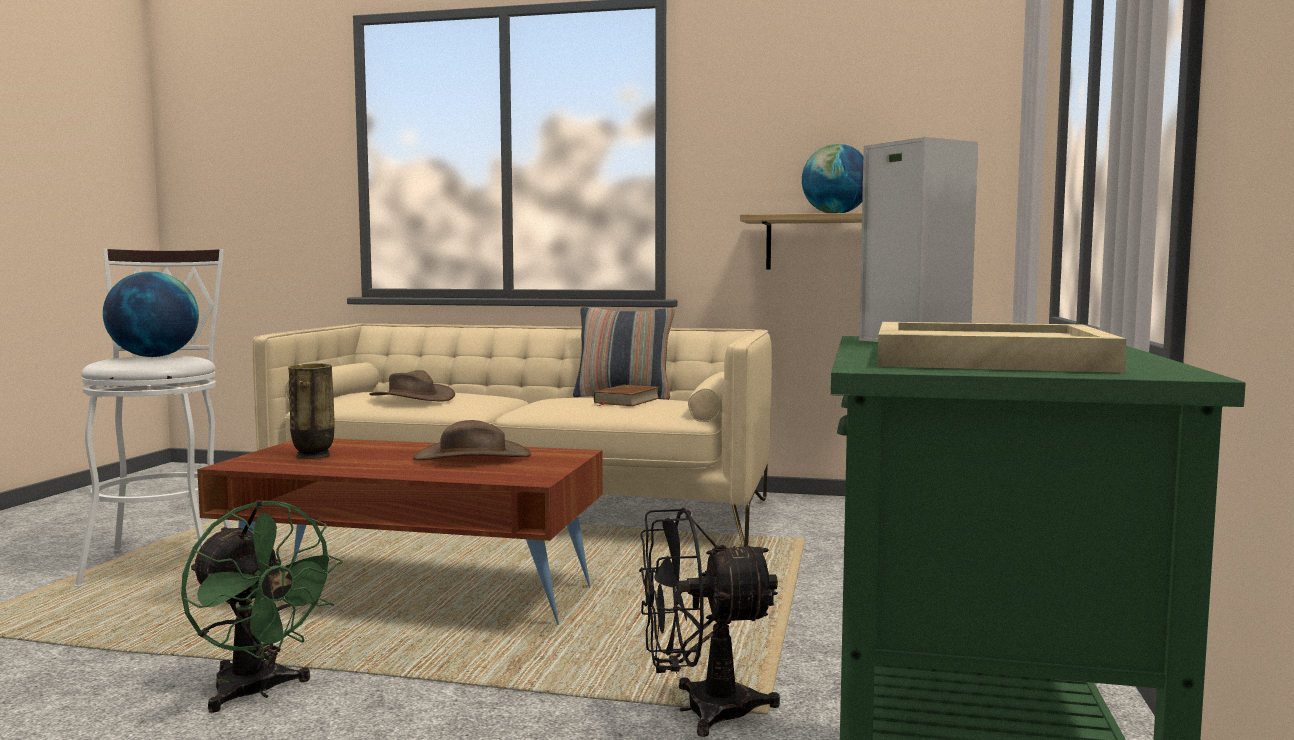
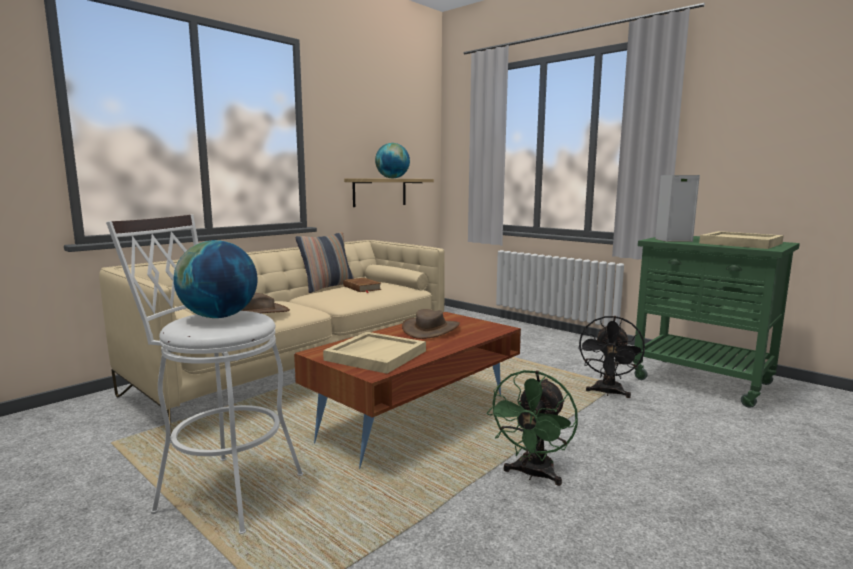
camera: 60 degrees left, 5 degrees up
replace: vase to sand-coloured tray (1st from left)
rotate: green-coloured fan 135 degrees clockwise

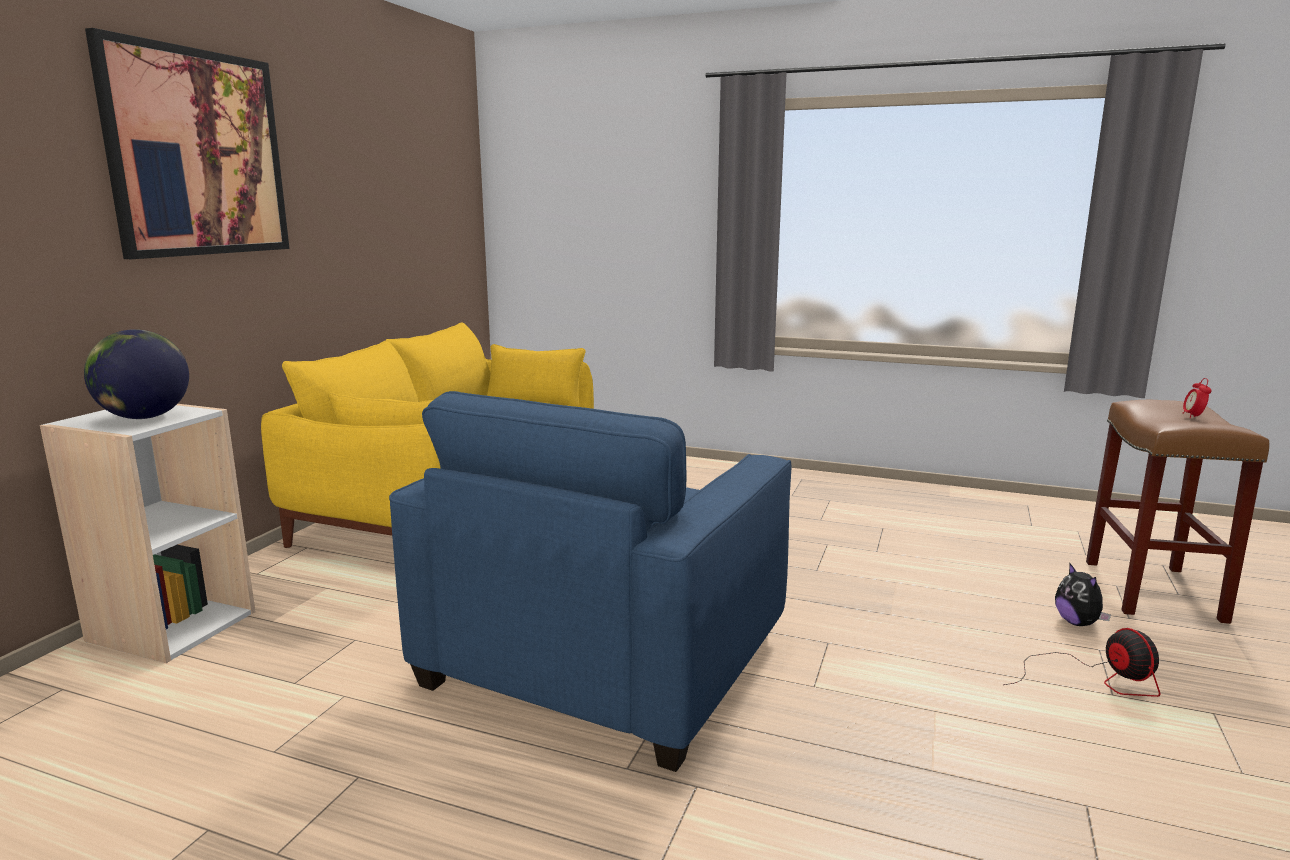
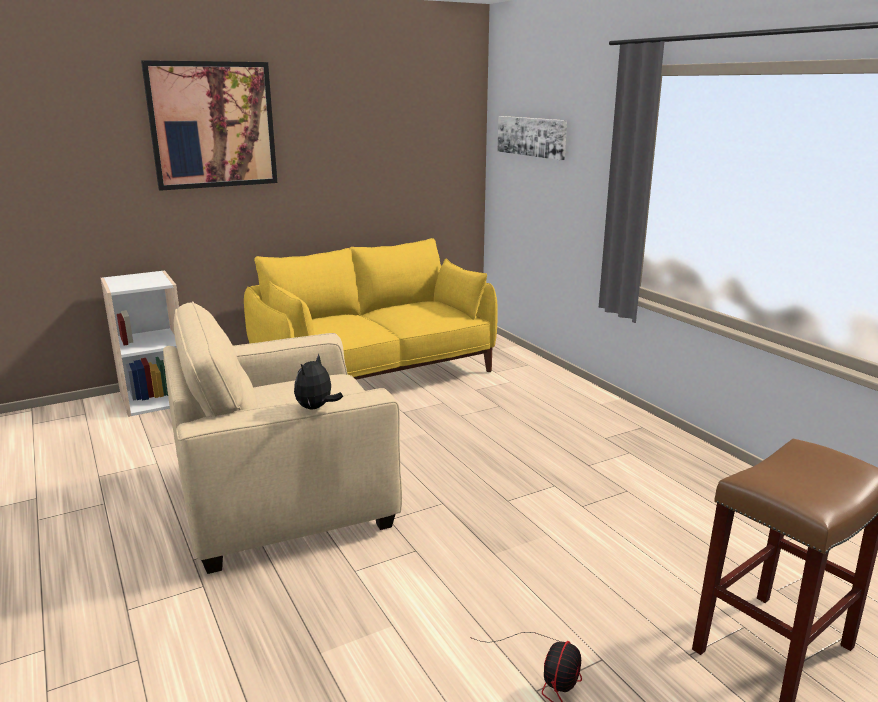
camera: 40 degrees right, 5 degrees up
delete: desk globe; bedside clock
insert: wall picture (2nd from left)
move: cuddly toy
recolor: bluish armchair to sand-coloured armchair

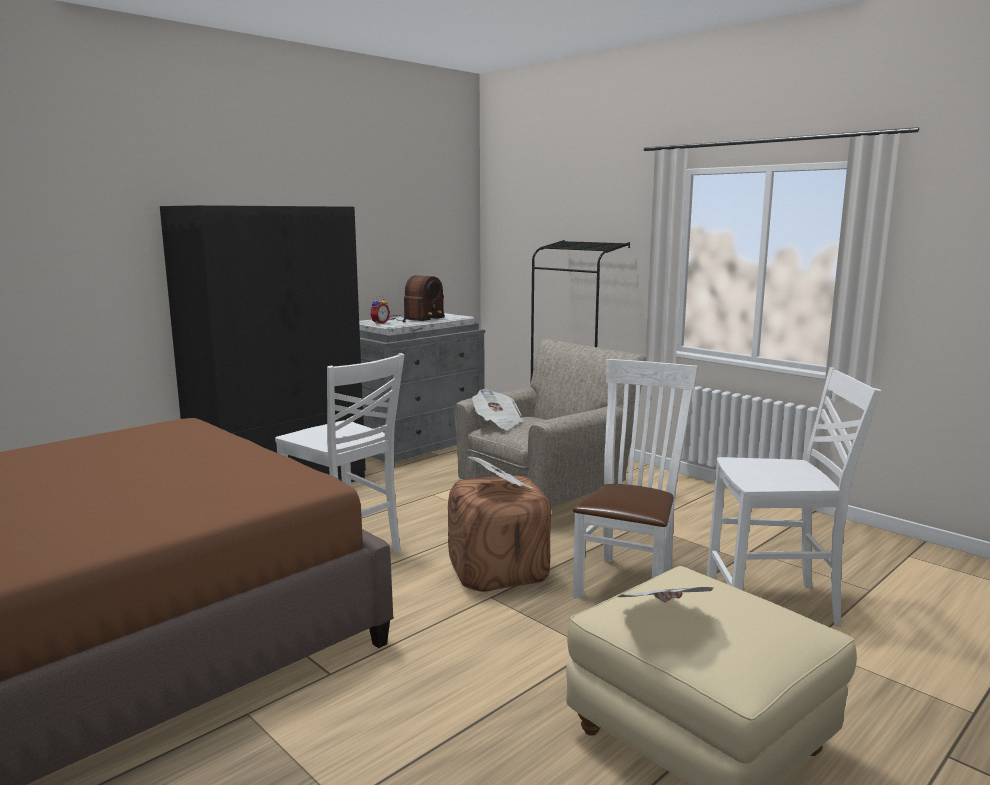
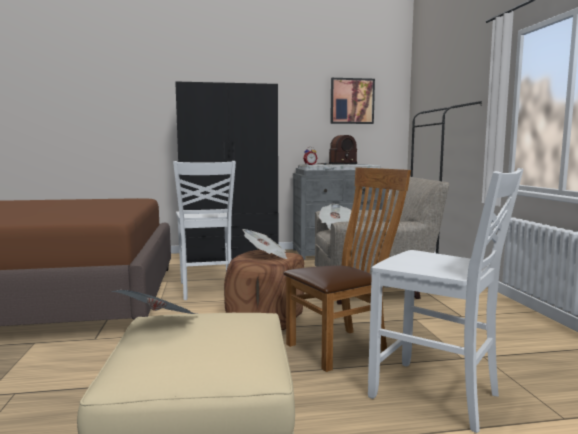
camera: 35 degrees right, 5 degrees down
insert: wall picture
recolor: whitish plain chair (2nd from left) to brown-coloured plain chair

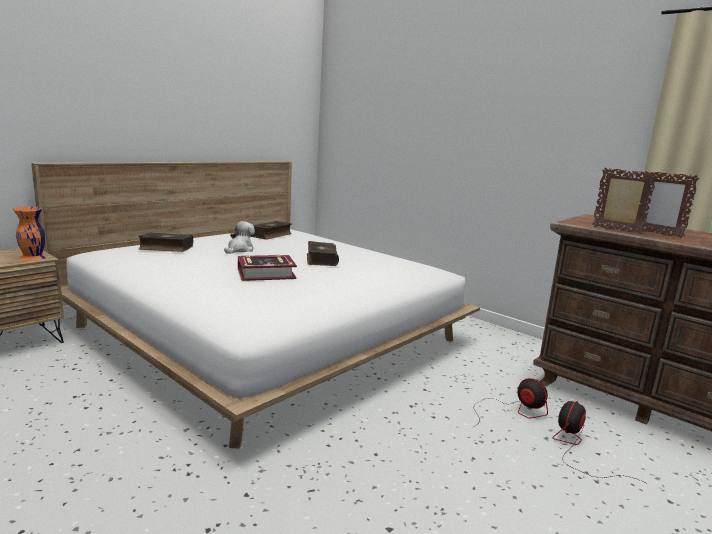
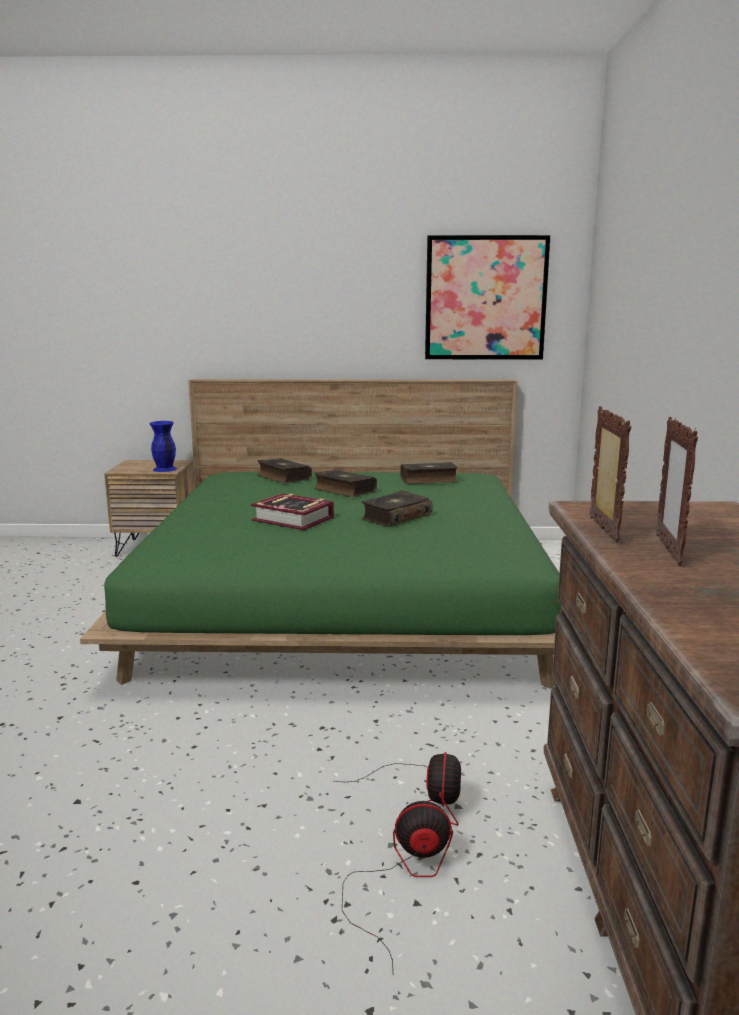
camera: 50 degrees right, 0 degrees up
insert: wall picture
replace: cuddly toy to volume (3rd from left)
recolor: orangey vase to bluish vase; whitish bedroom bed to green-coloured bedroom bed

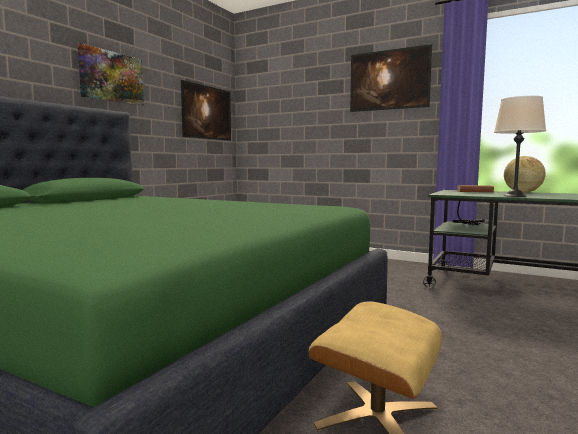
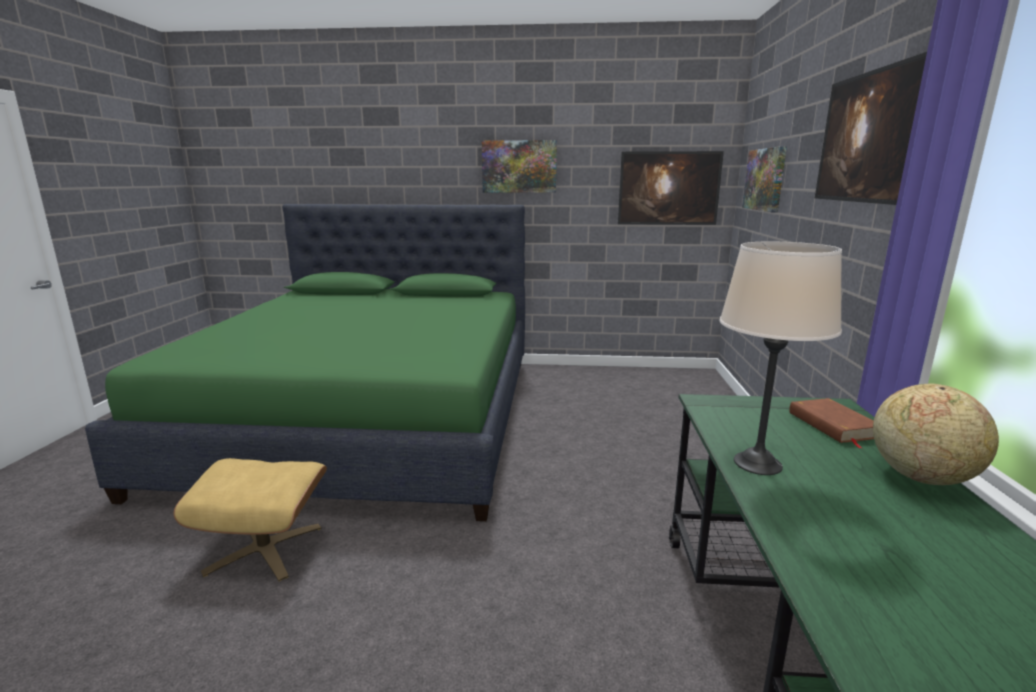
camera: 65 degrees right, 10 degrees up
insert: wall picture (3rd from left)

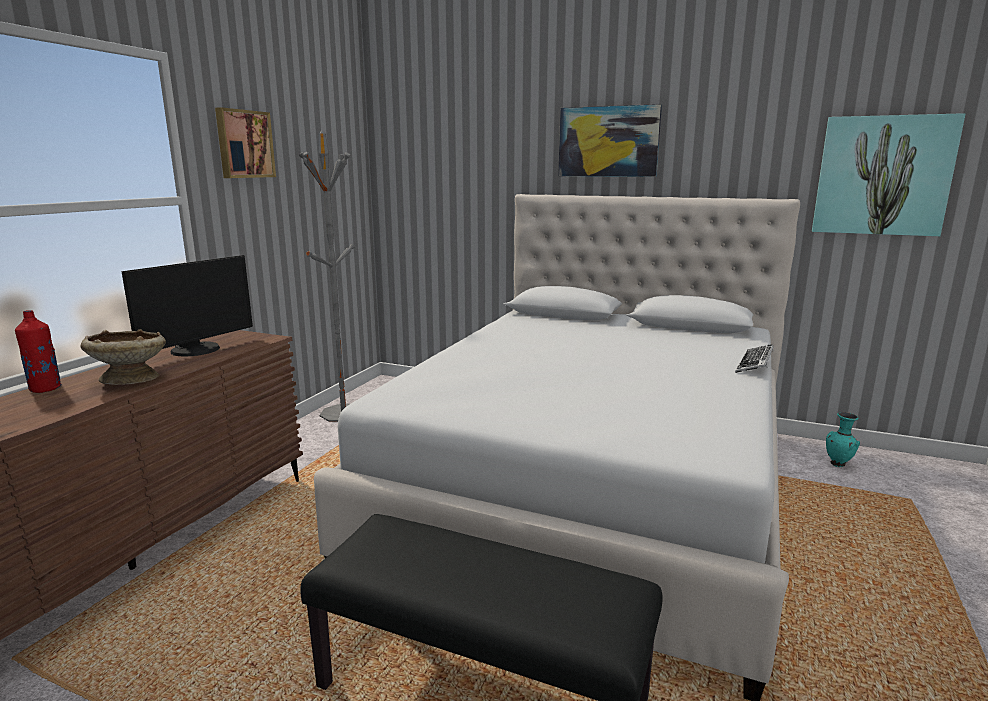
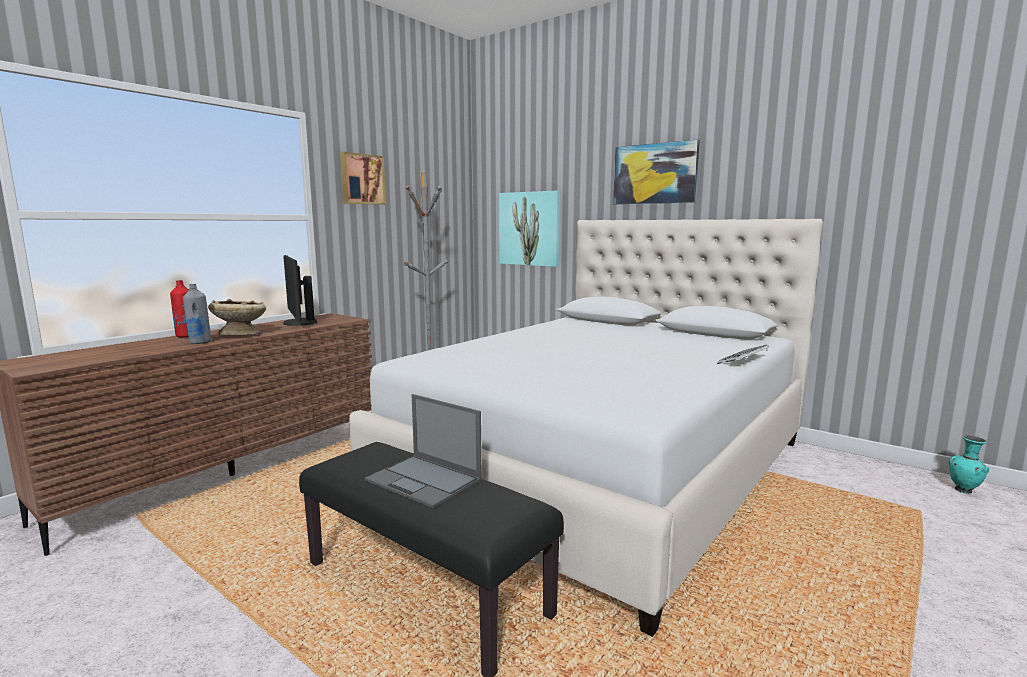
camera: 15 degrees right, 5 degrees down
insert: gray drink bottle; notebook computer
move: wall picture (3rd from left in the first image) to wall picture (2nd from left); turquoise vase
rotate: computer screen 105 degrees clockwise

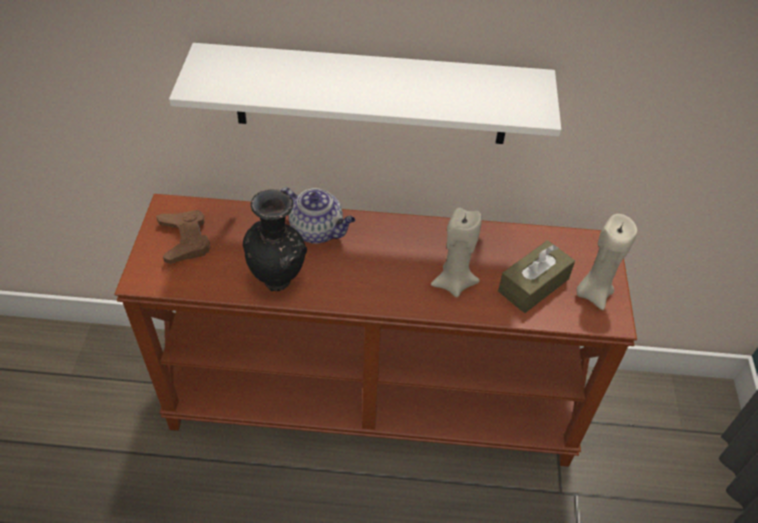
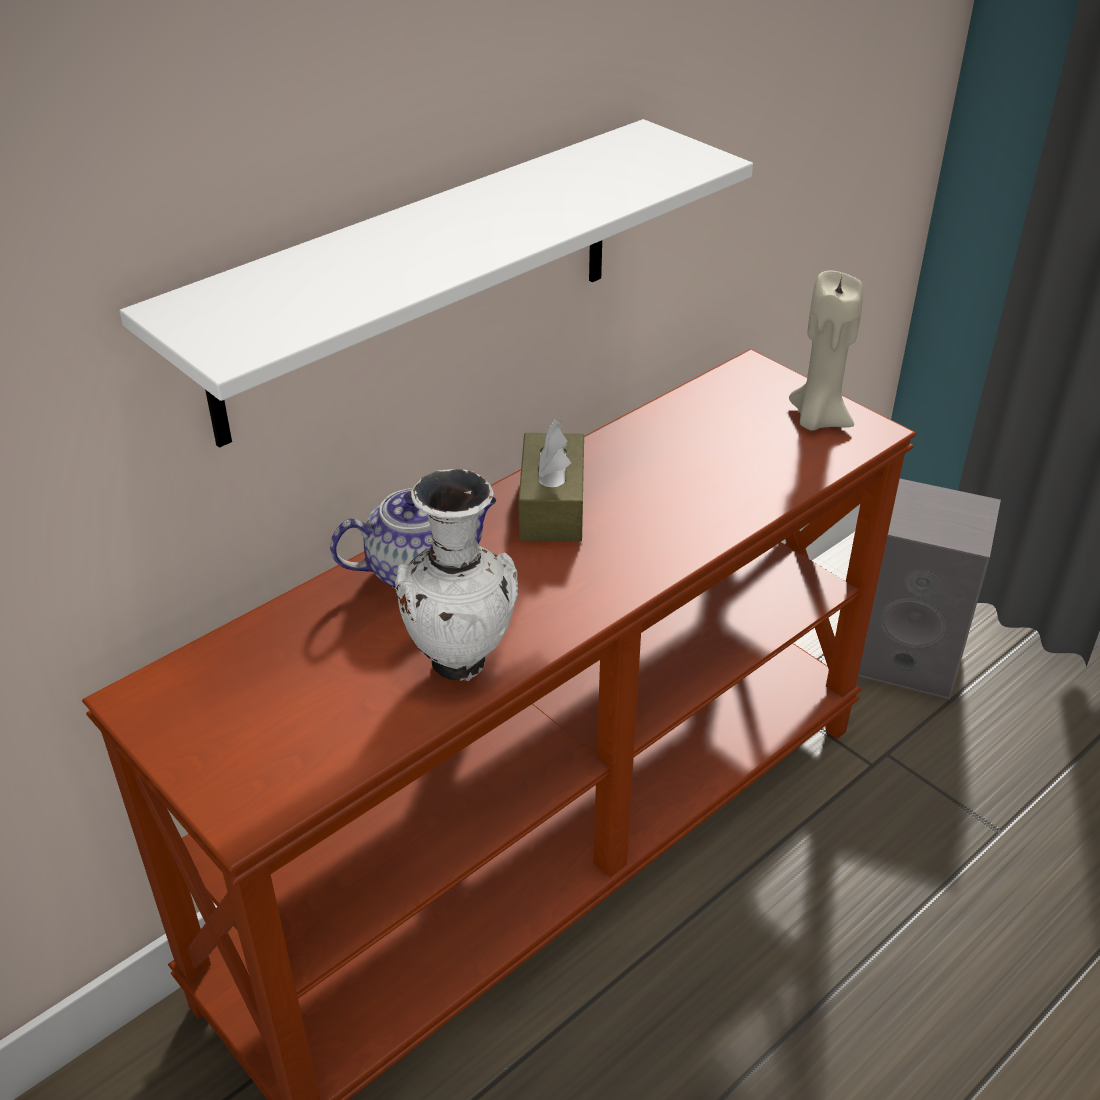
camera: 45 degrees left, 10 degrees down
delete: brown-coloured game controller; sand-coloured wax light (1st from left)
insert: gray audio speaker
move: brown-coloured tissue box
recolor: blackish vase to whitish vase

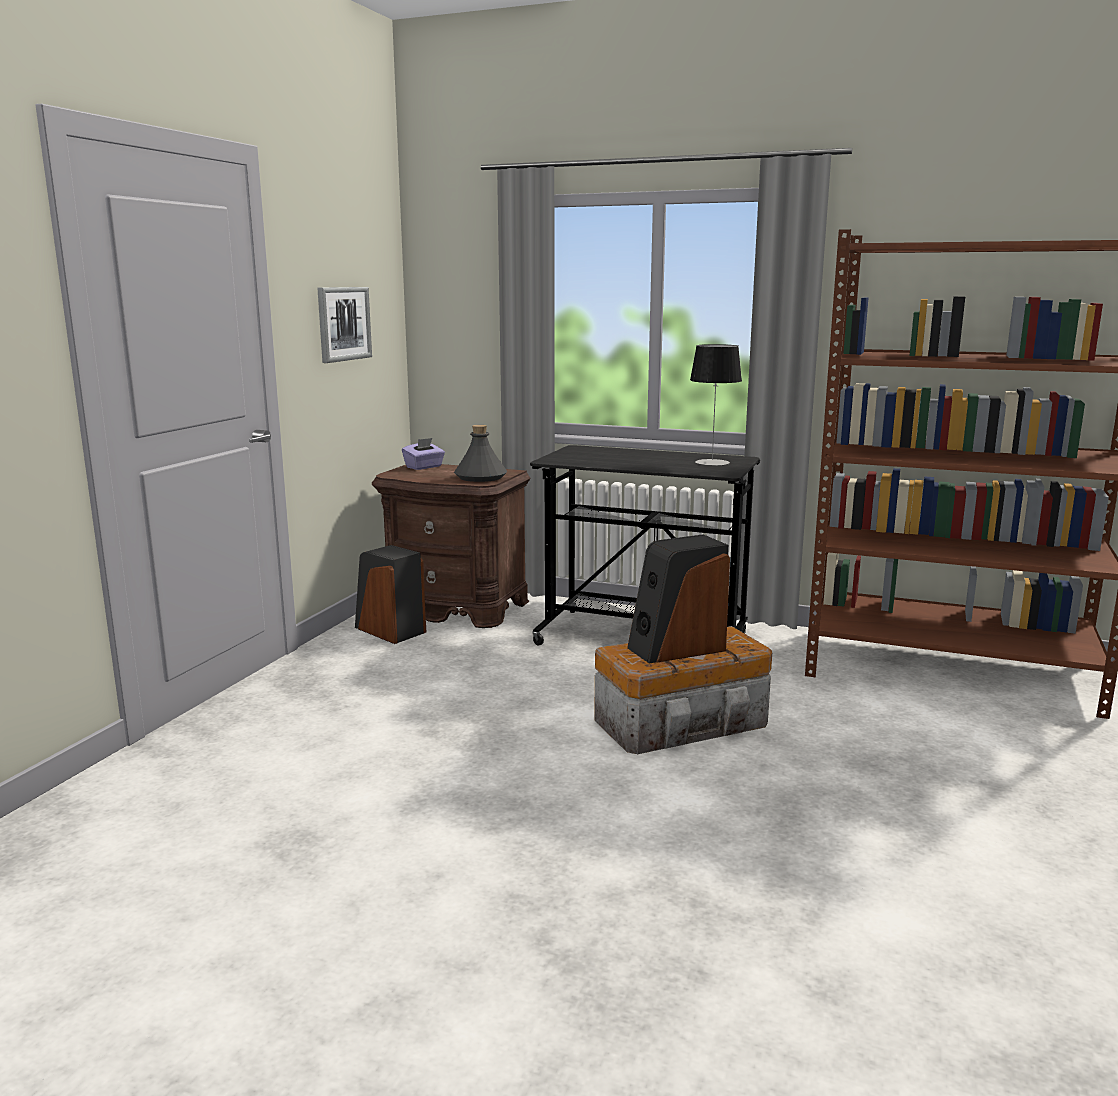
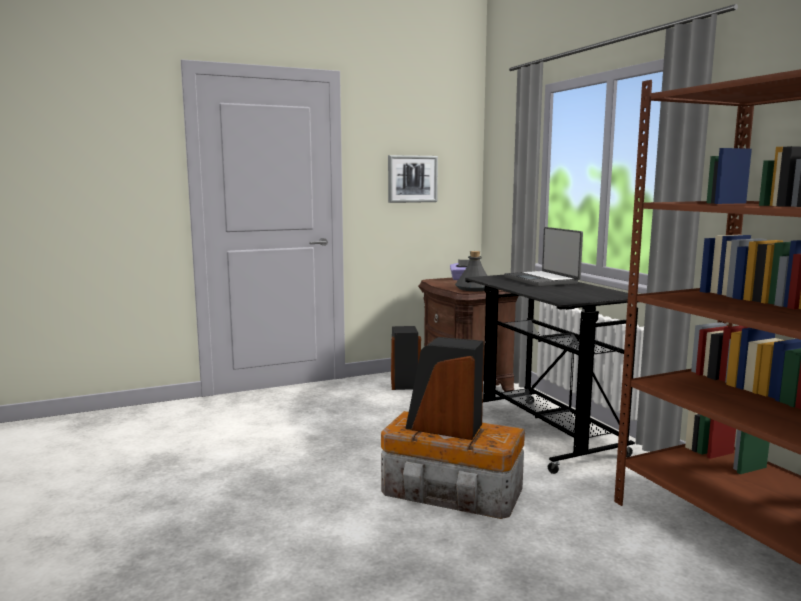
camera: 45 degrees right, 5 degrees down
delete: tabletop lamp
insert: notebook computer

